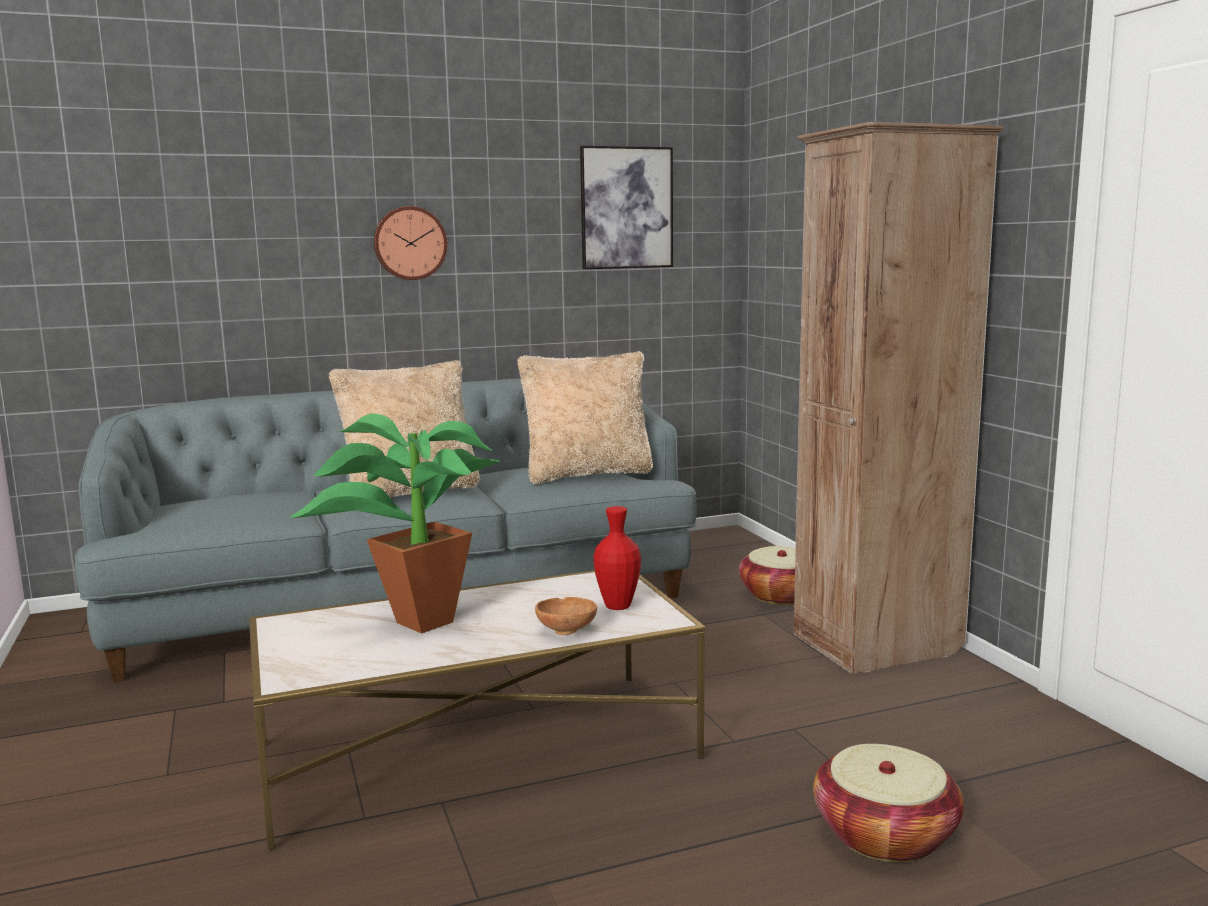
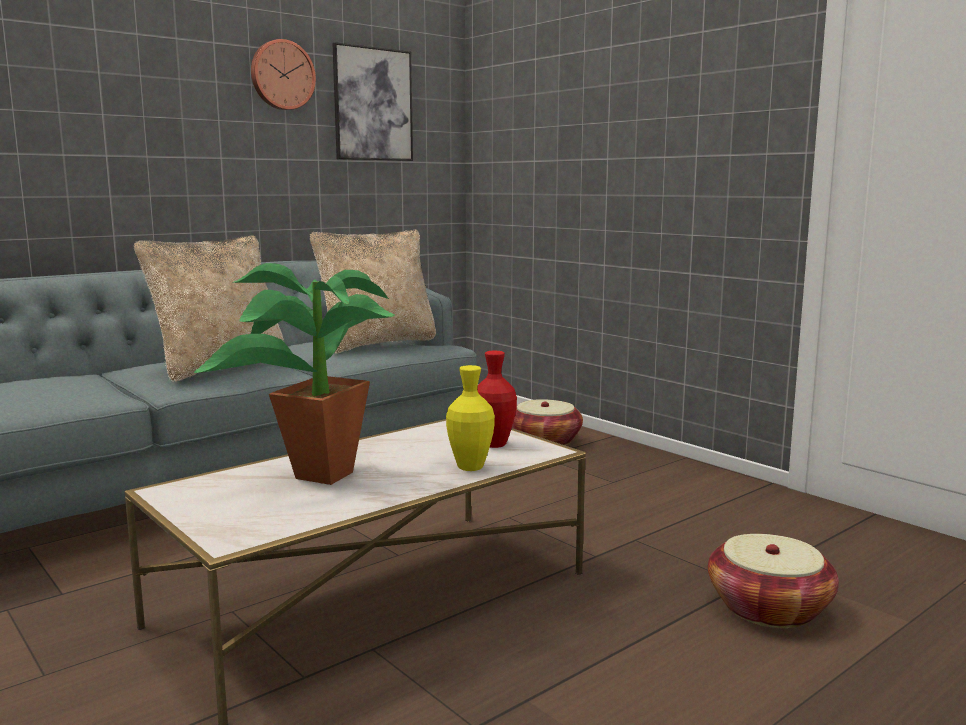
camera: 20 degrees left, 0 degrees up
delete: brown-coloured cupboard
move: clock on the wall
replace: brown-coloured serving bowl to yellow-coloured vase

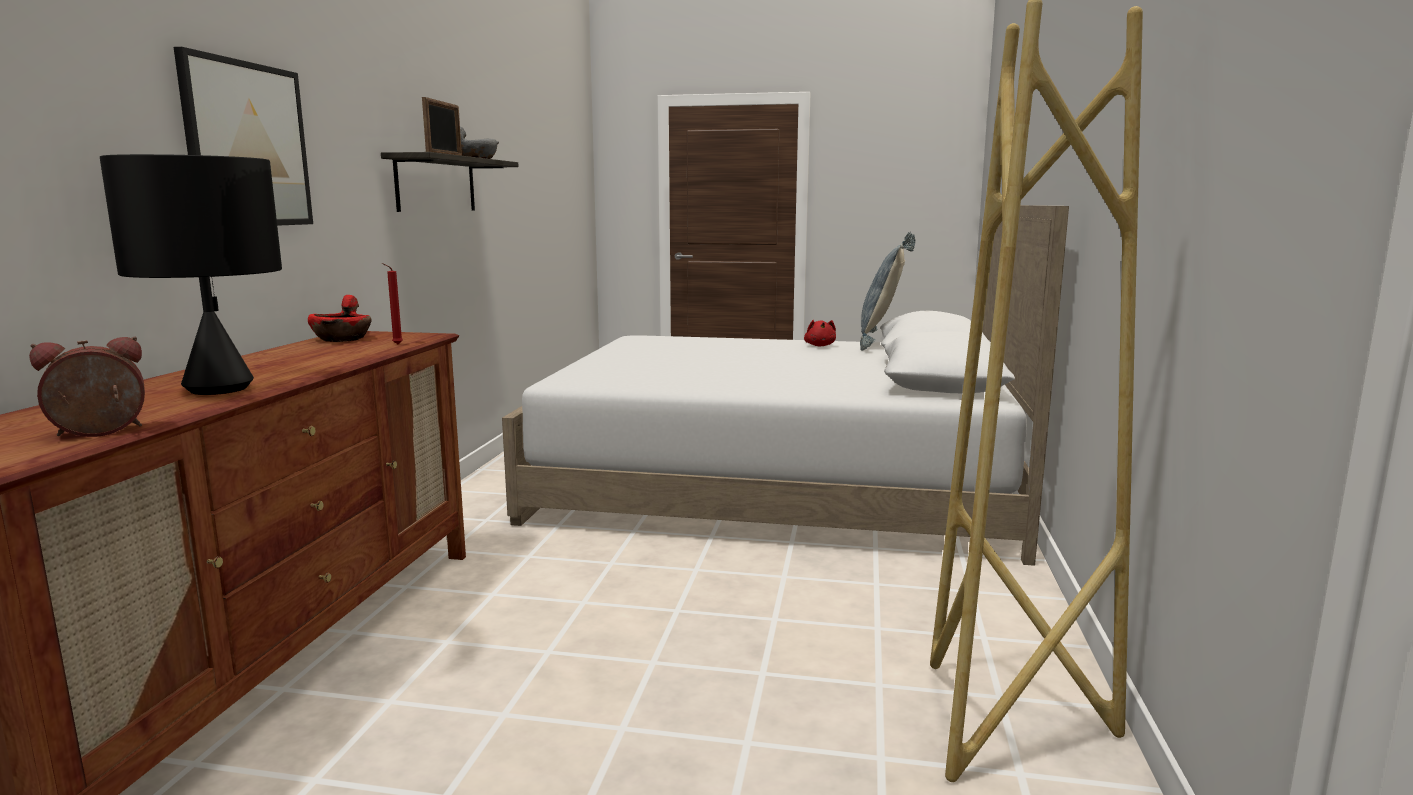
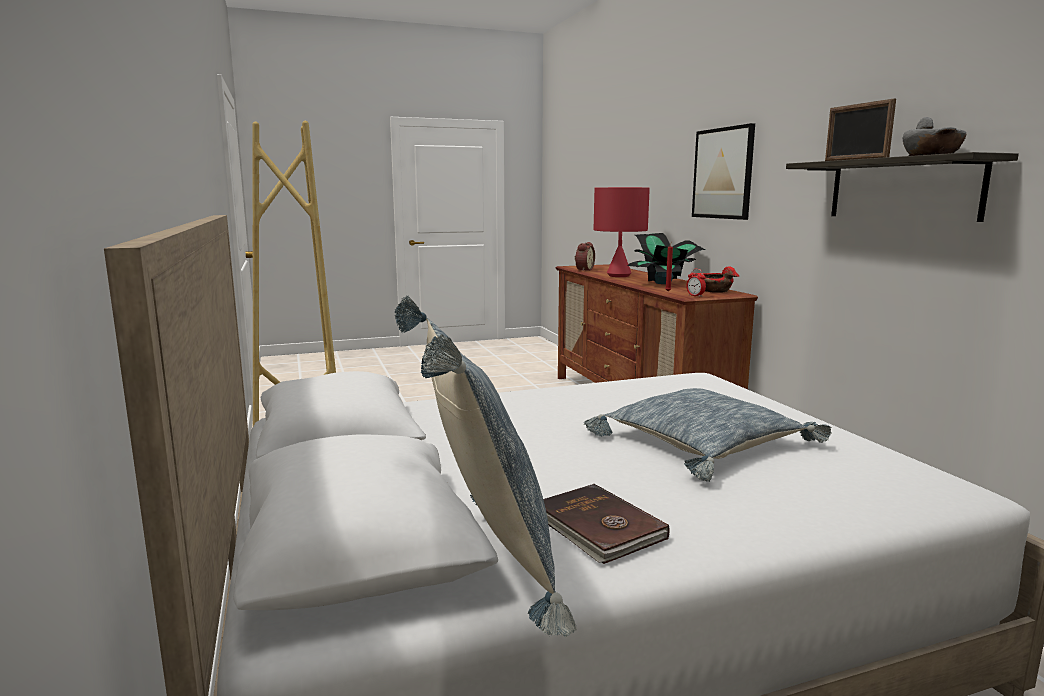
camera: 150 degrees right, 0 degrees up
insert: pillow (2nd from left); houseplant; bedside clock (2nd from left)
replace: red-coloured cuddly toy to brown-coloured volume
recolor: blackish tabletop lamp to red-coloured tabletop lamp

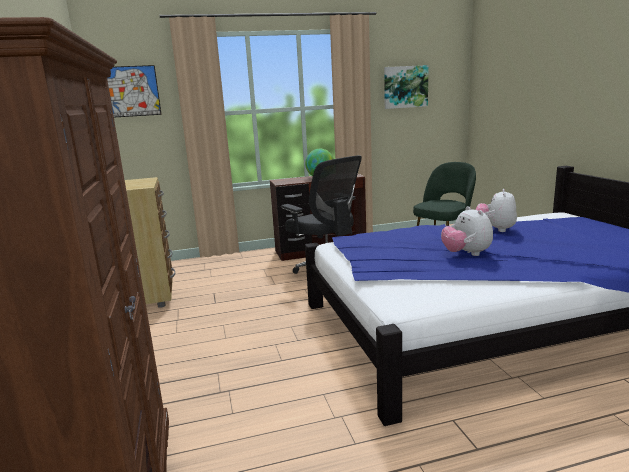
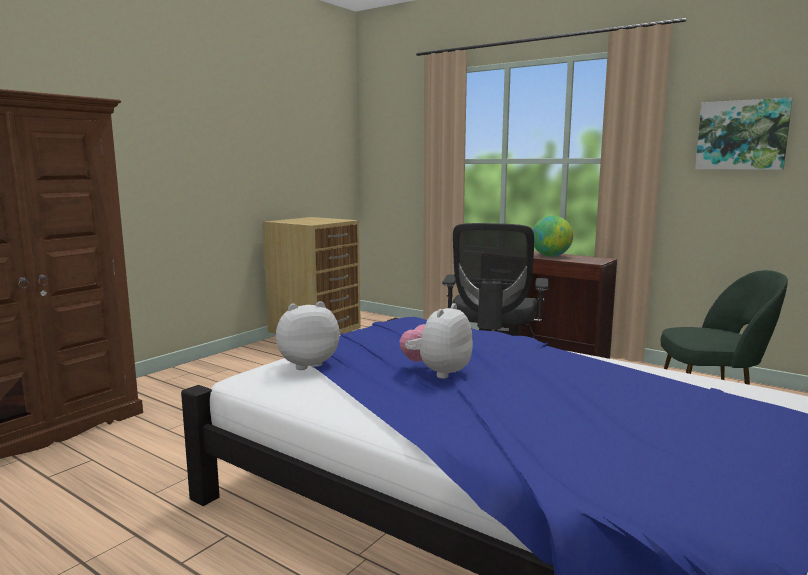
camera: 50 degrees right, 5 degrees down
delete: wall picture (1st from left)
move: cuddly toy (2nd from left in the first image) to cuddly toy (1st from left)

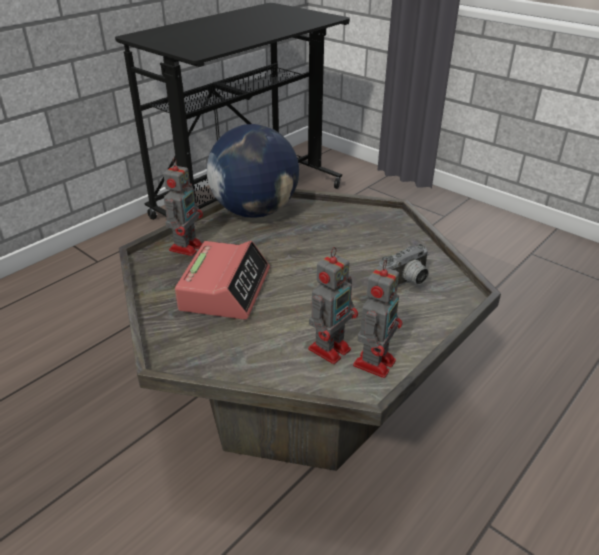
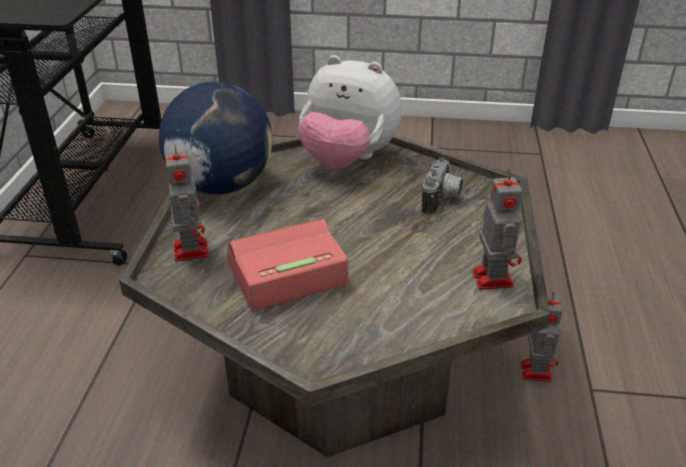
camera: 35 degrees left, 0 degrees up
insert: cuddly toy
move: robot figure (2nd from left in the first image) to robot figure (3rd from left)
rotate: bedside clock 90 degrees counterclockwise

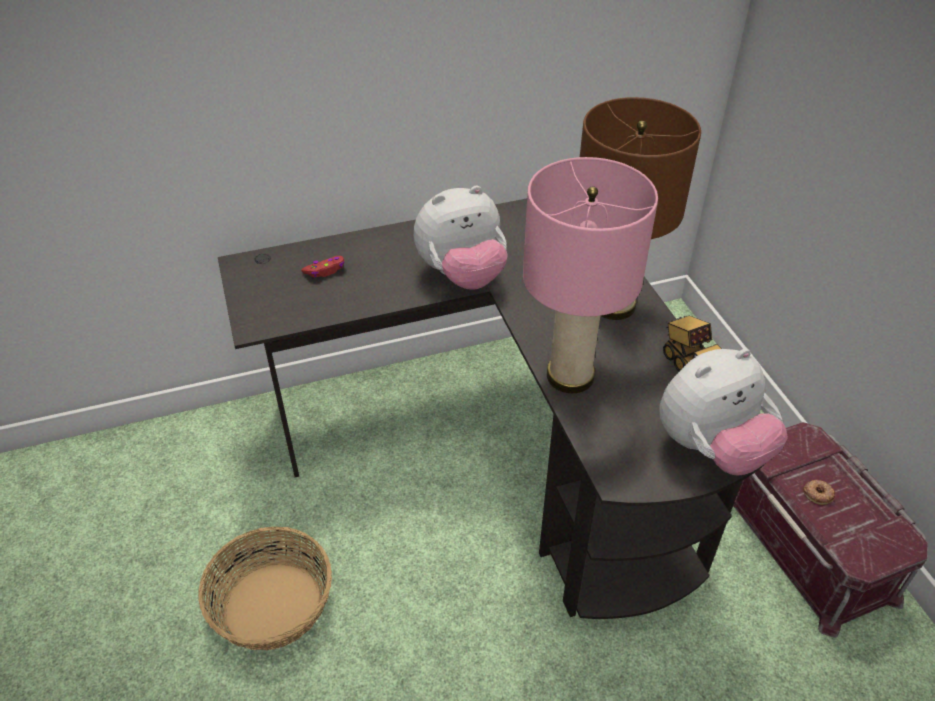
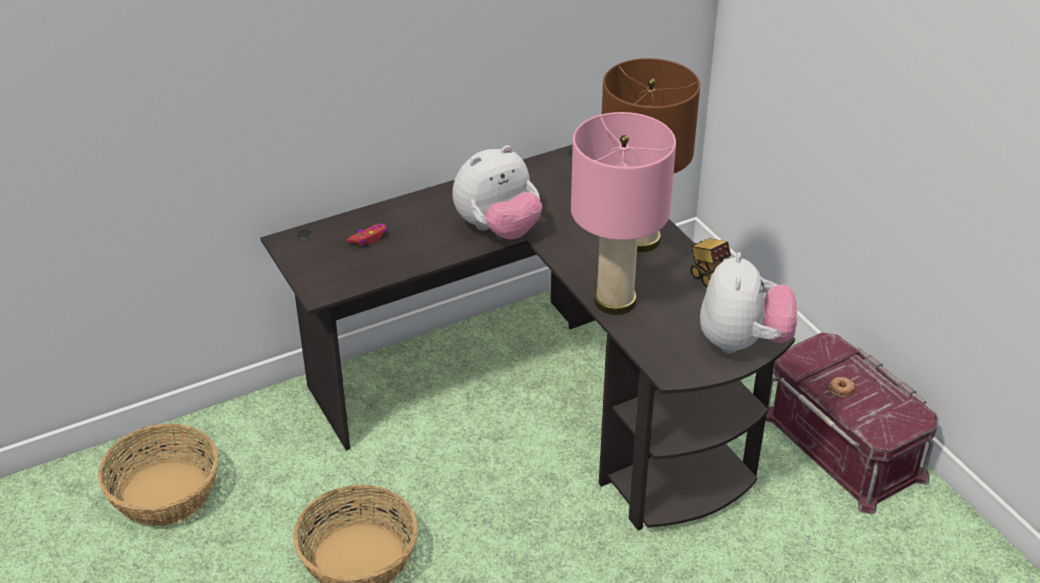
camera: 10 degrees left, 5 degrees down
insert: storage basket (1st from left)
rotate: cuddly toy (2nd from left) 45 degrees counterclockwise

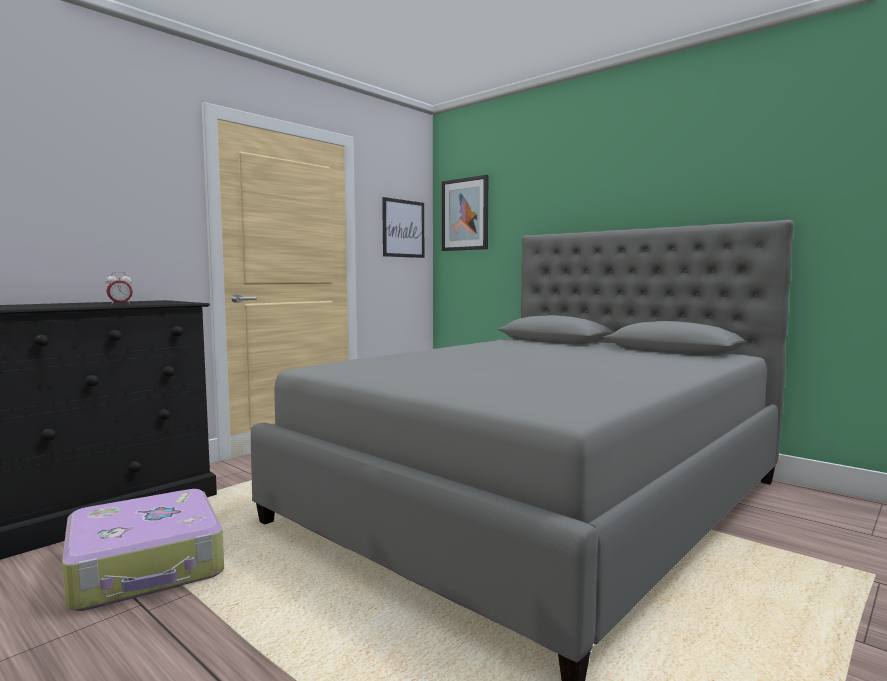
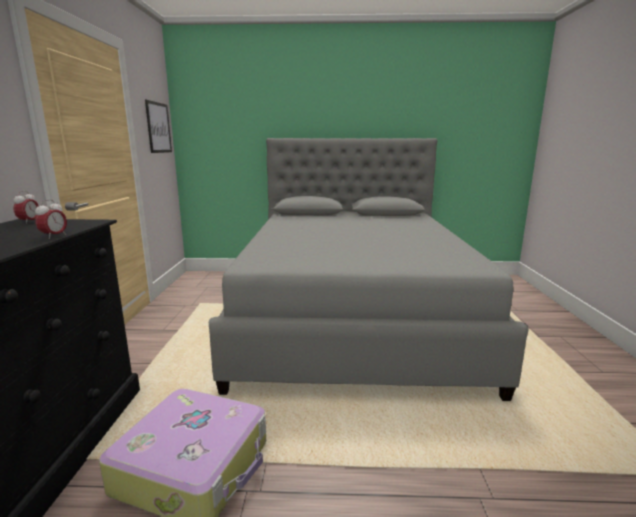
camera: 40 degrees left, 10 degrees up
delete: wall picture (2nd from left)
insert: bedside clock (1st from left)

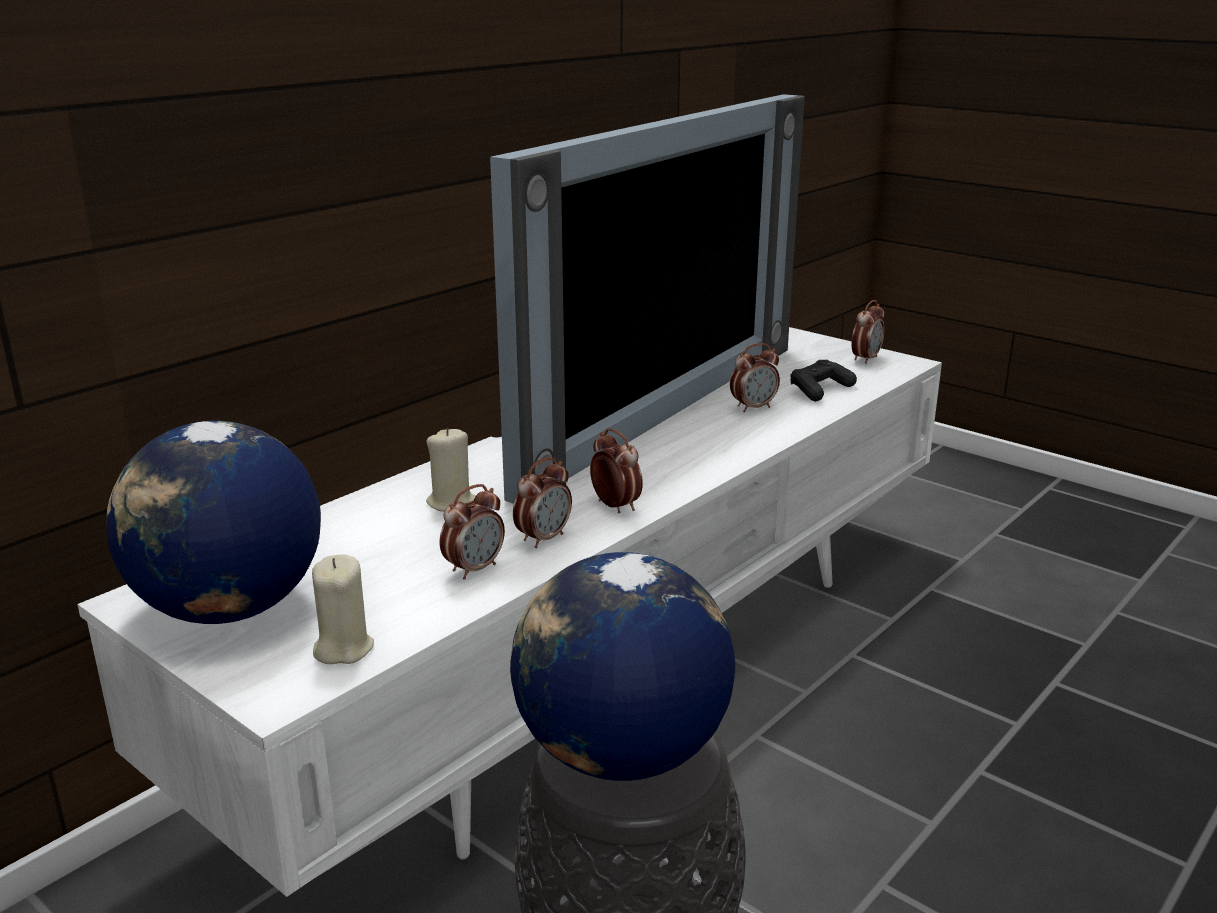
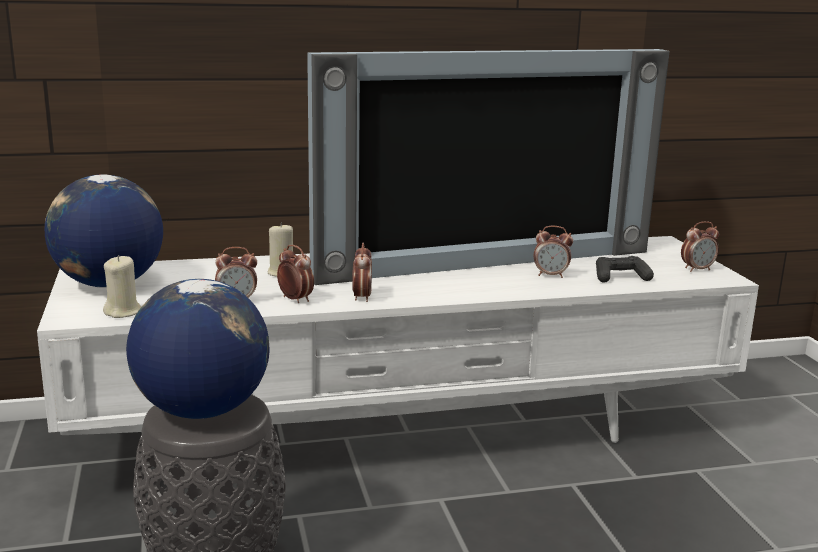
camera: 35 degrees right, 5 degrees down
rotate: bedside clock (2nd from left) 120 degrees counterclockwise

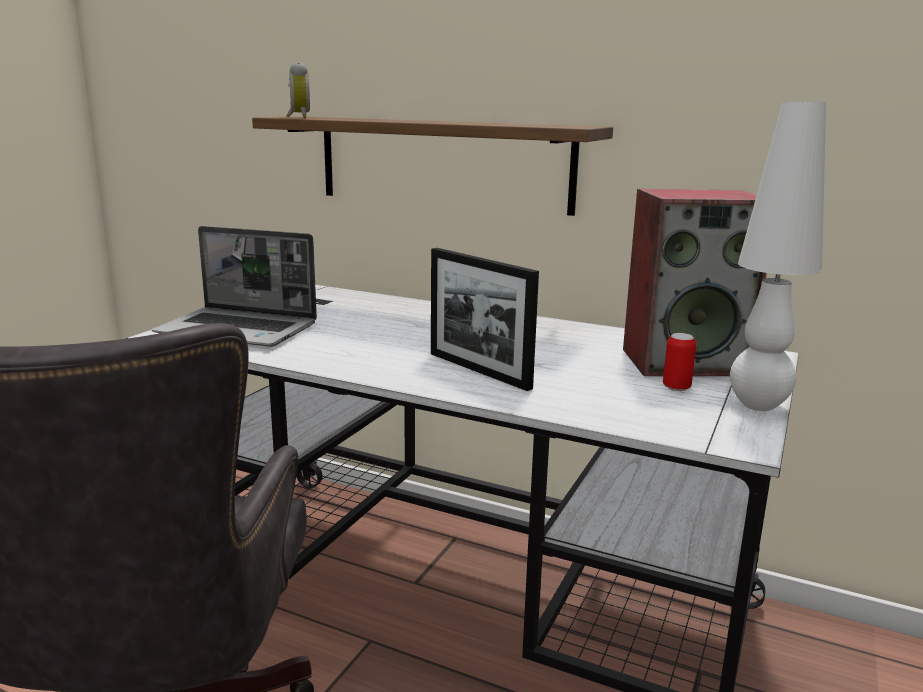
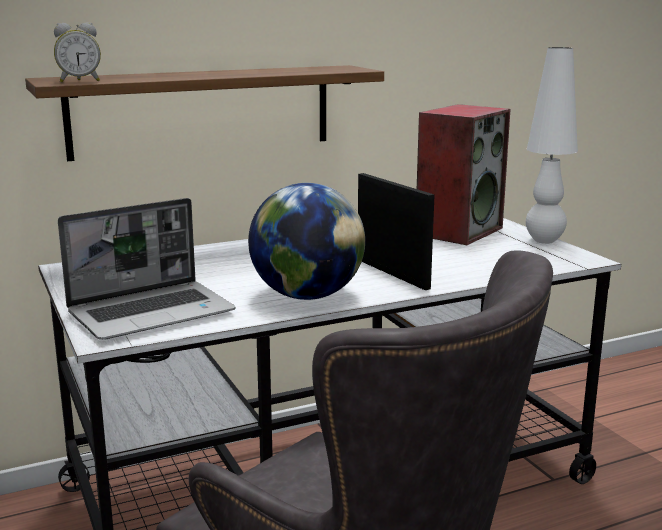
camera: 50 degrees left, 0 degrees up
delete: can
insert: desk globe
rotate: bedside clock 135 degrees clockwise; photo frame 120 degrees counterclockwise

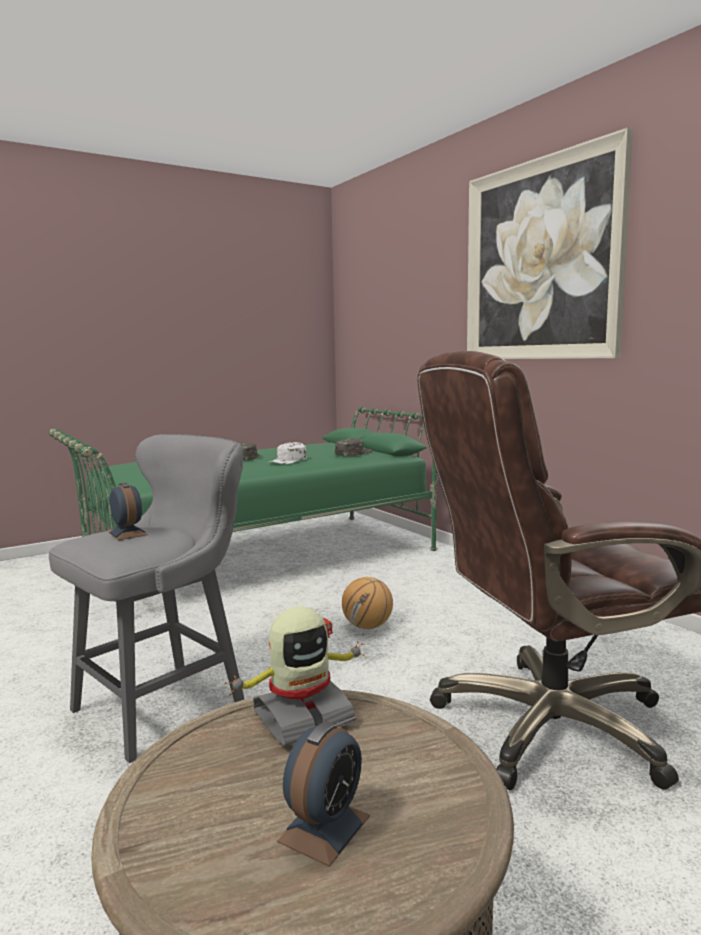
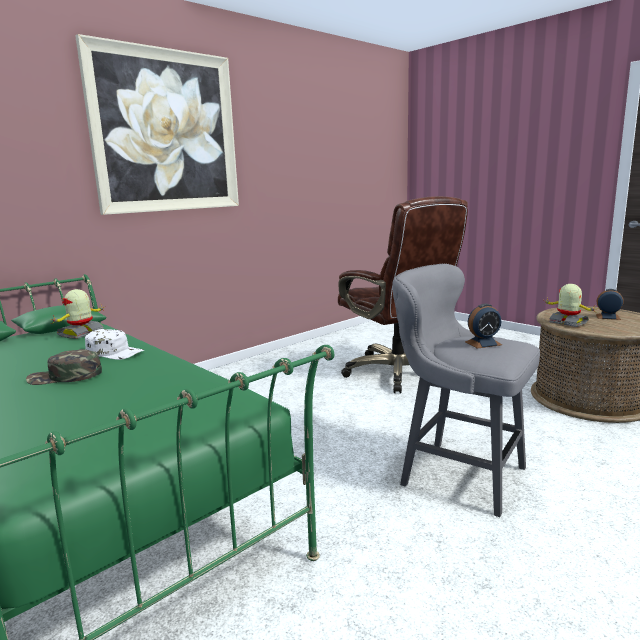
camera: 100 degrees left, 5 degrees up
delete: ball for basketball
replace: green-coloured baseball cap (2nd from left) to robot figure (1st from left)
rotate: bedside clock (1st from left) 150 degrees counterclockwise

